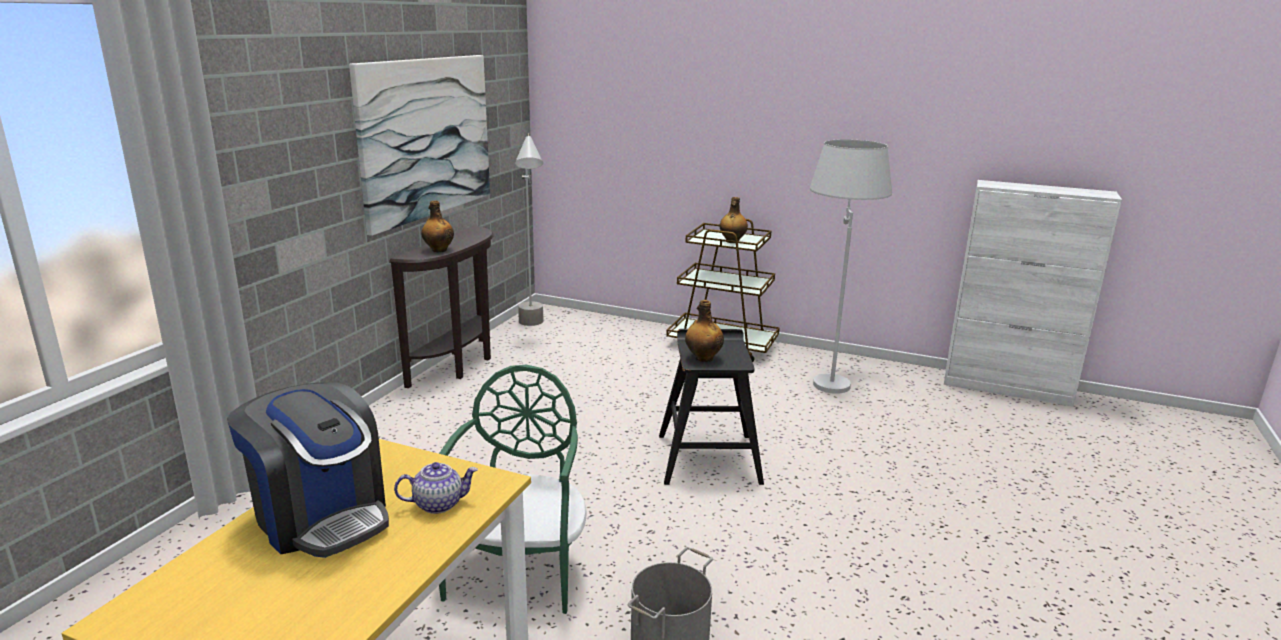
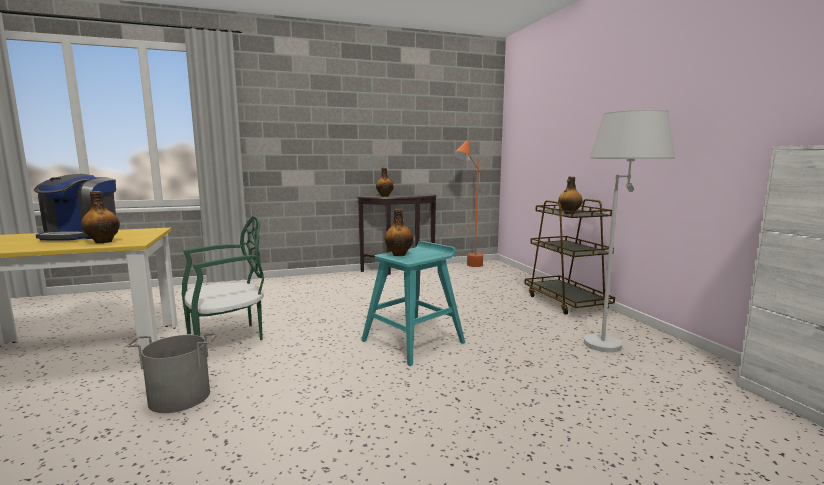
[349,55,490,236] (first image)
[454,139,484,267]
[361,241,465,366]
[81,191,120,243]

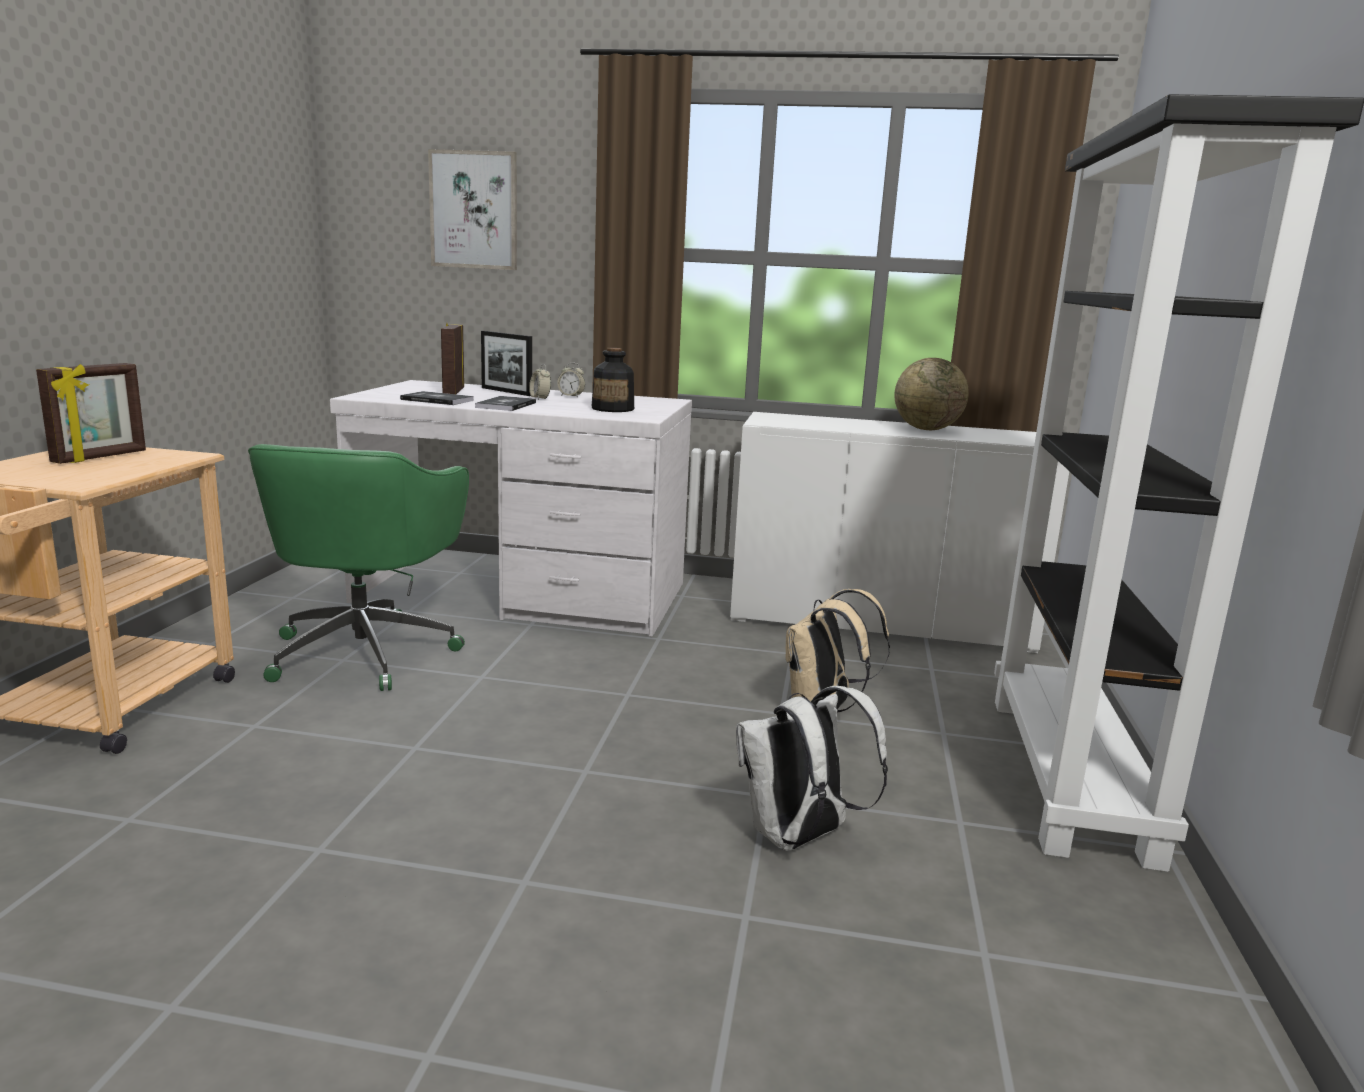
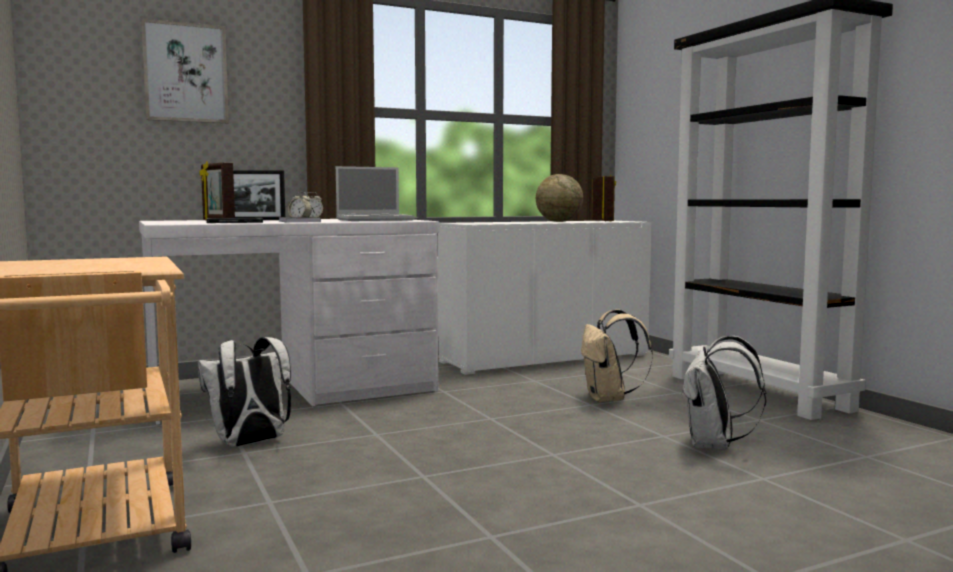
[336,166,415,221]
[592,175,616,222]
[197,337,291,447]

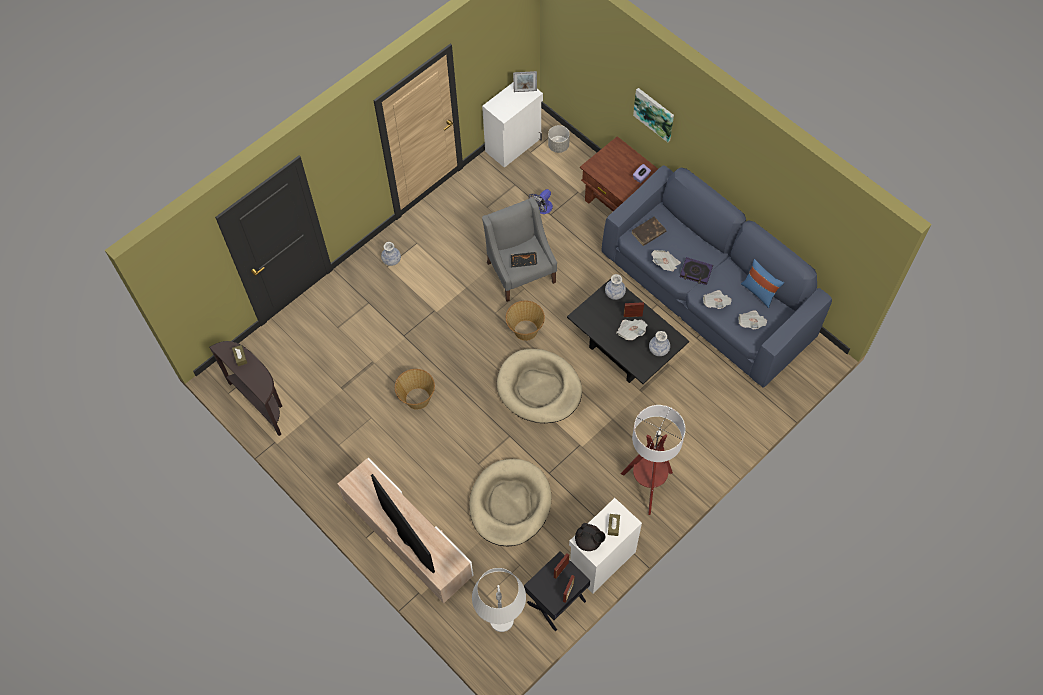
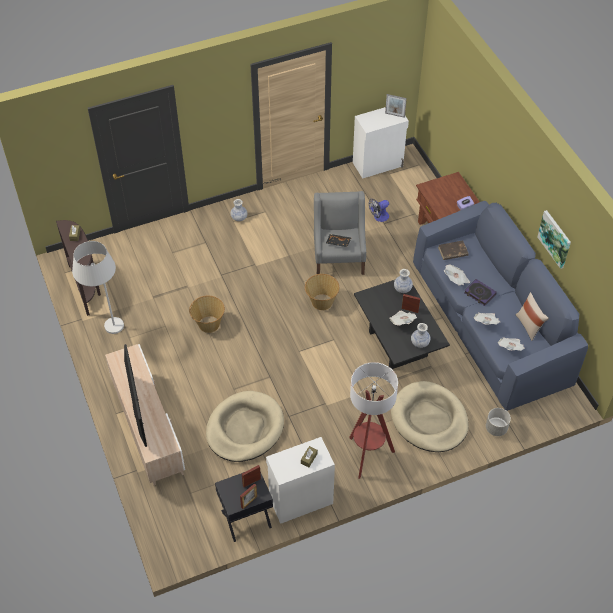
[537,210,571,269]
[486,408,511,436]
[516,292,549,341]
[391,381,469,452]
[575,523,606,551] (first image)
[72,241,124,334]

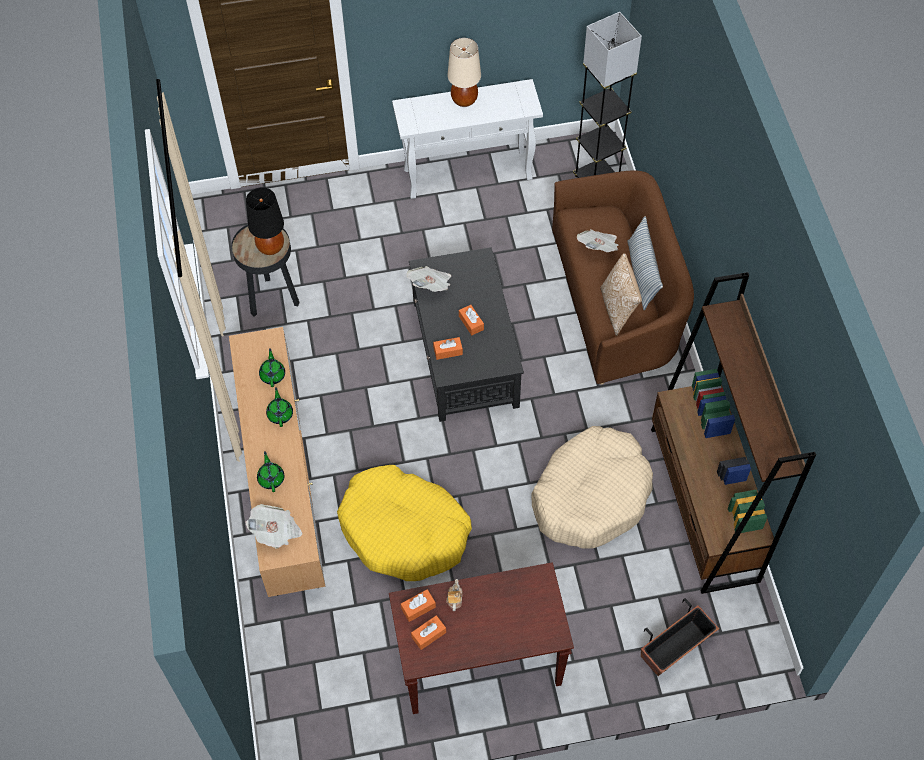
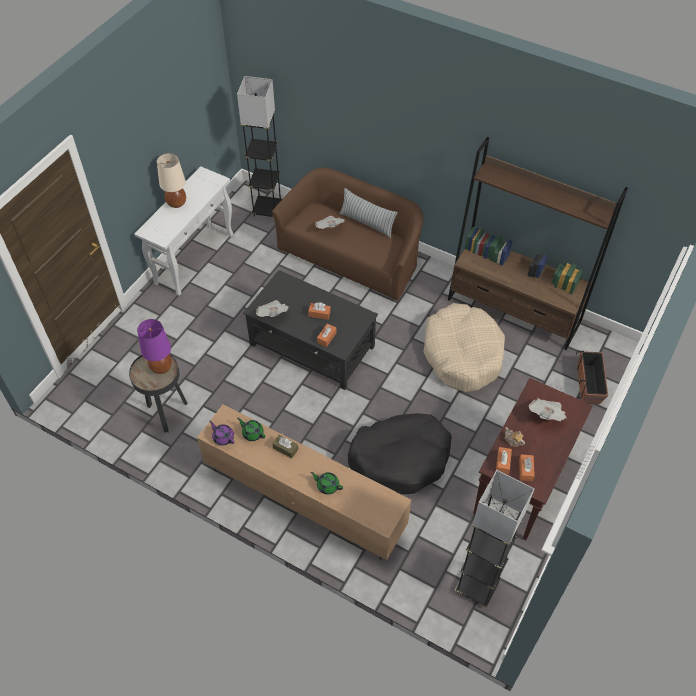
[137,319,172,374]
[600,253,642,336] (first image)
[272,435,298,458]
[348,413,452,494]
[529,398,567,421]
[209,421,234,446]
[455,470,534,608]

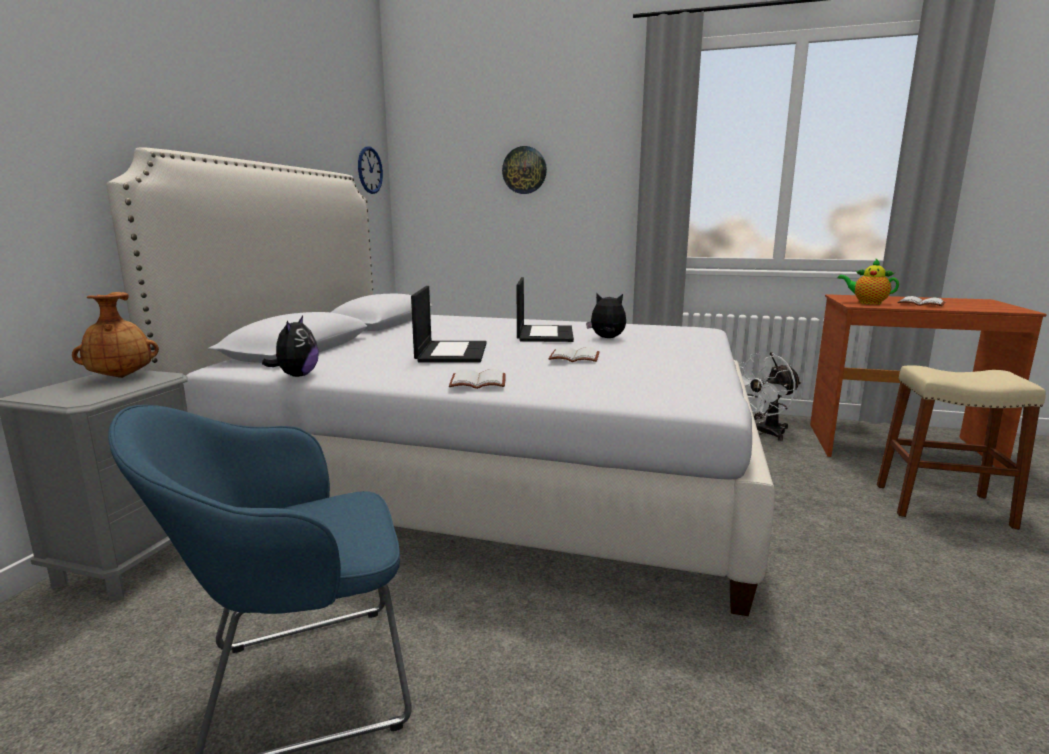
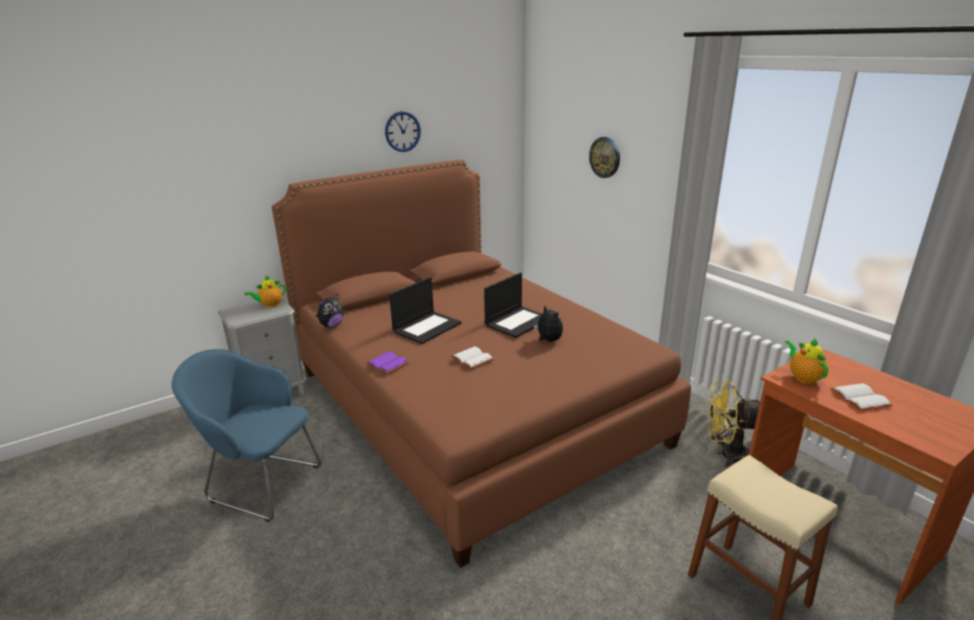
[385,111,421,152]
[272,160,691,568]
[244,275,286,308]
[707,382,760,468]
[366,351,409,374]

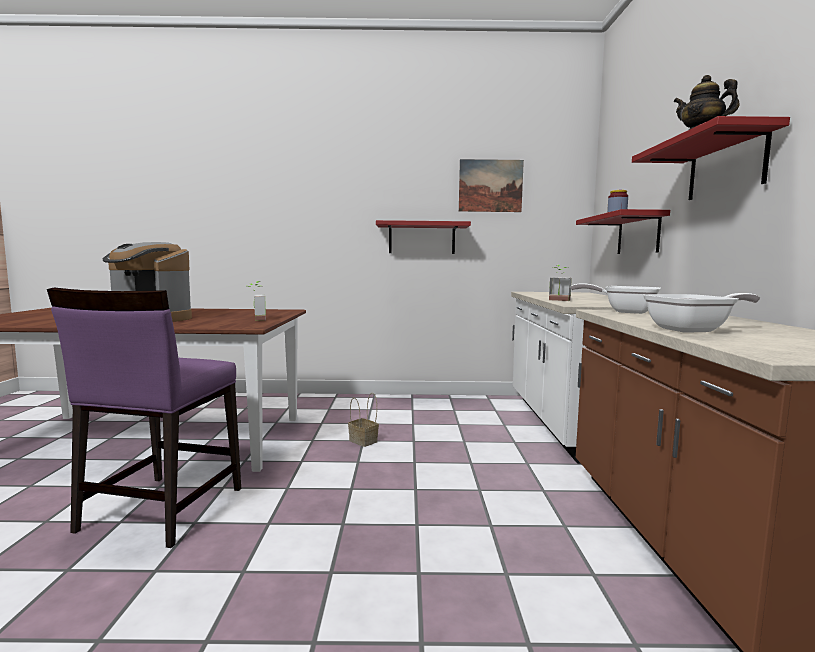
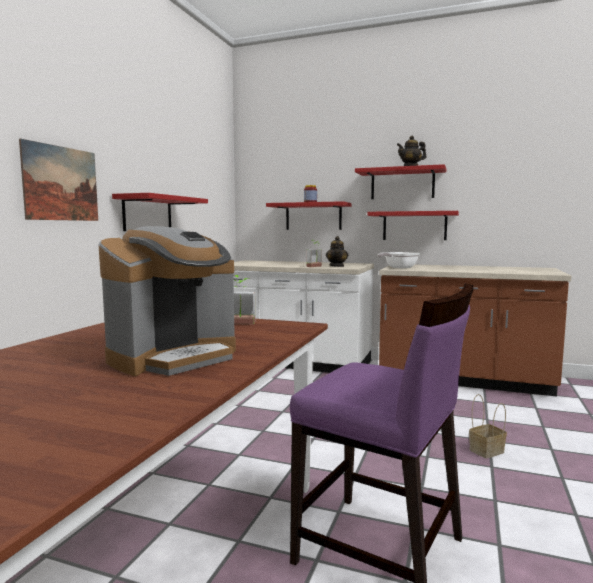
[19,139,98,221]
[643,293,760,333] (first image)
[469,394,507,458]
[368,211,459,240]
[326,236,348,267]

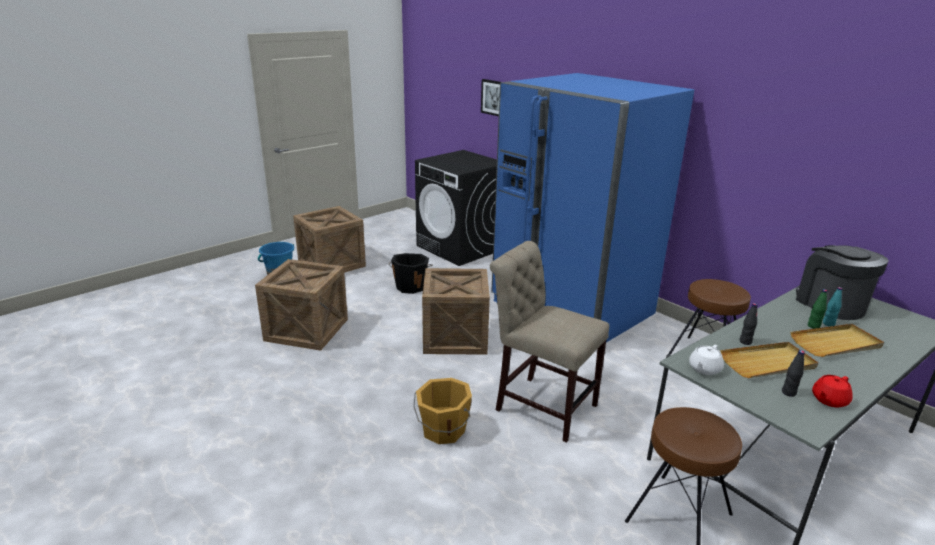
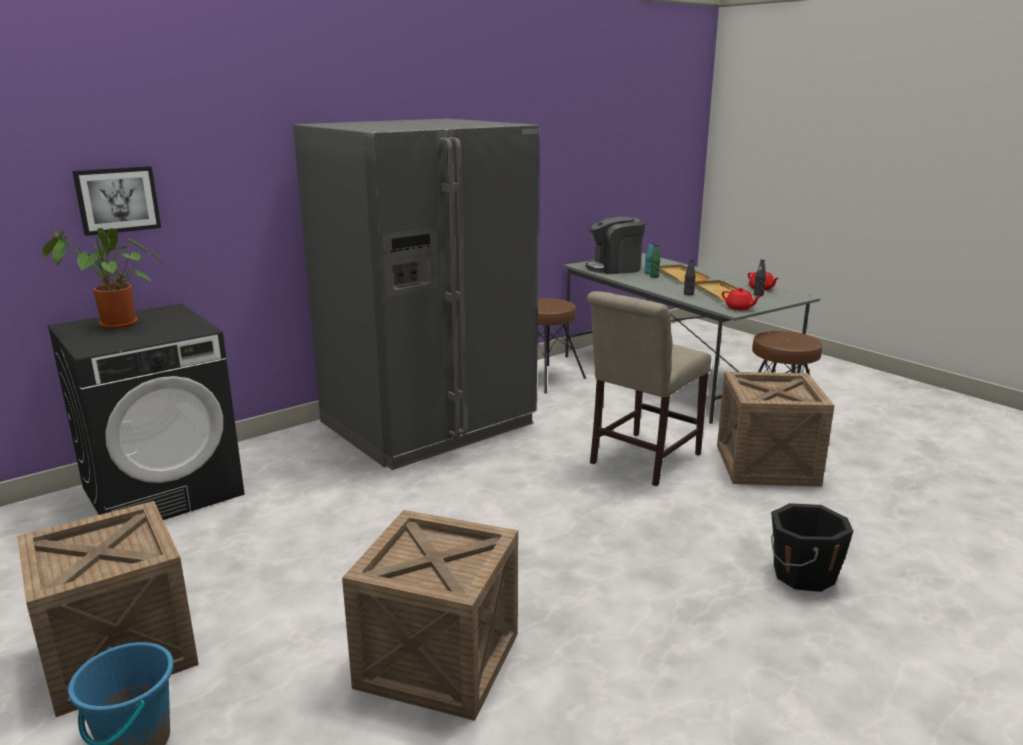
[293,119,540,470]
[771,503,853,592]
[717,372,835,487]
[722,288,762,310]
[413,378,472,444] (first image)
[43,228,162,329]

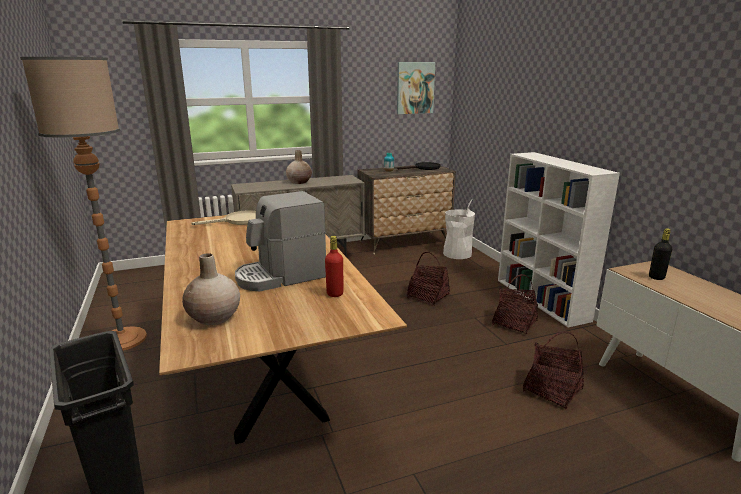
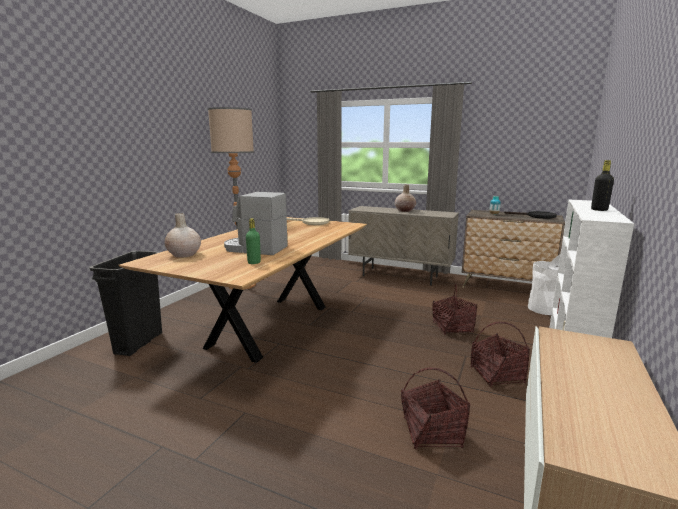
[397,62,435,114] (first image)
[591,160,614,211]
[246,218,261,264]

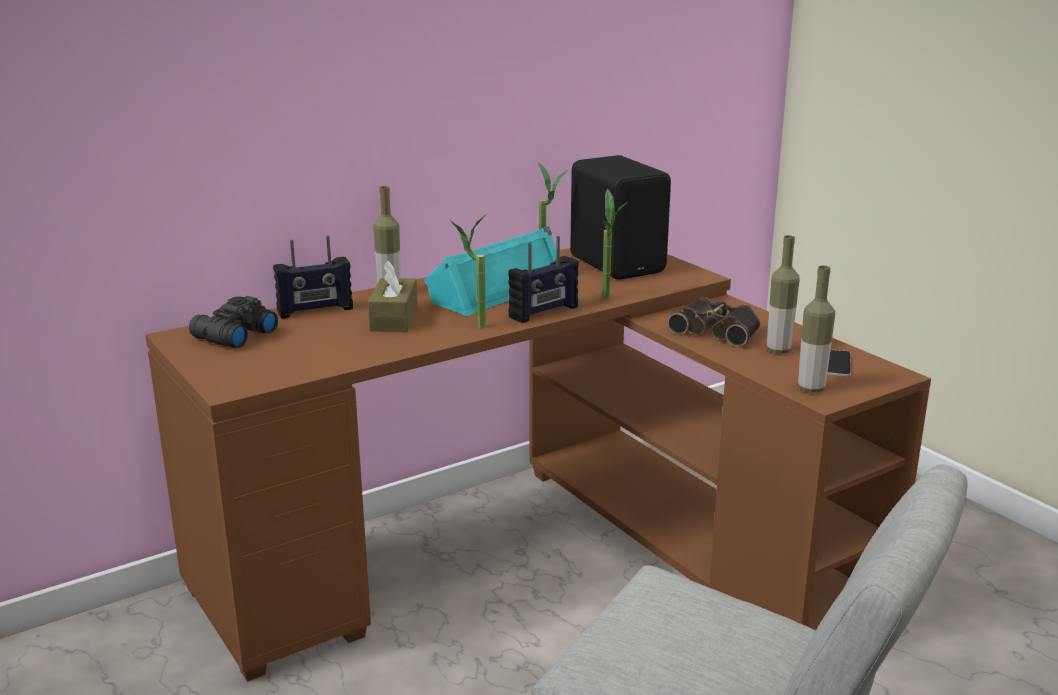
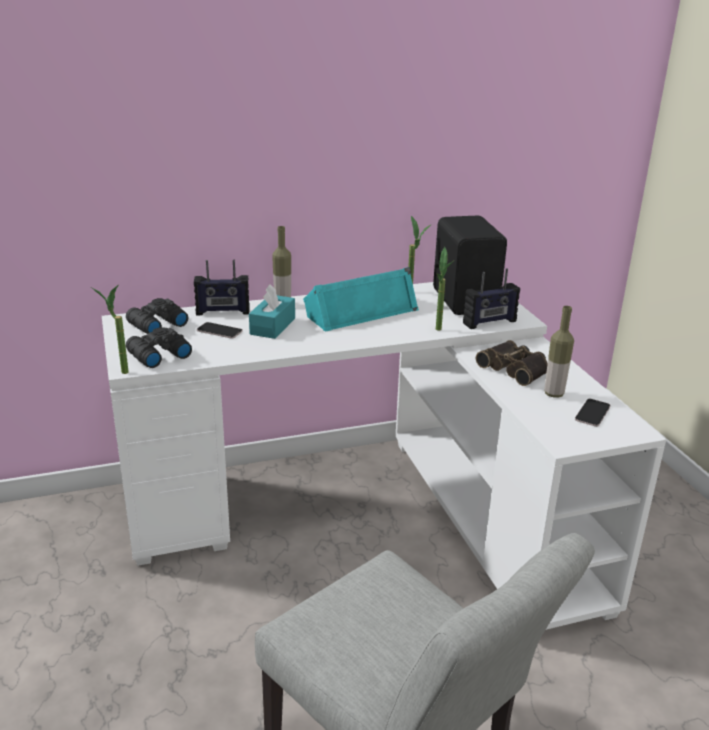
[91,284,129,374]
[463,269,520,329]
[102,282,666,630]
[249,285,295,339]
[798,266,835,392] (first image)
[197,322,243,339]
[126,327,192,368]

